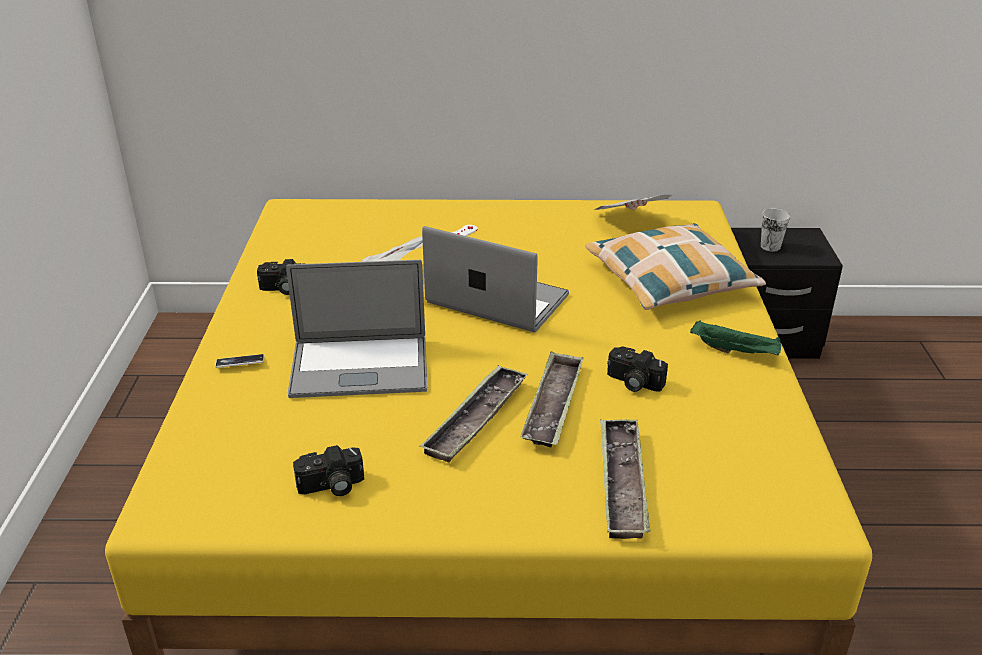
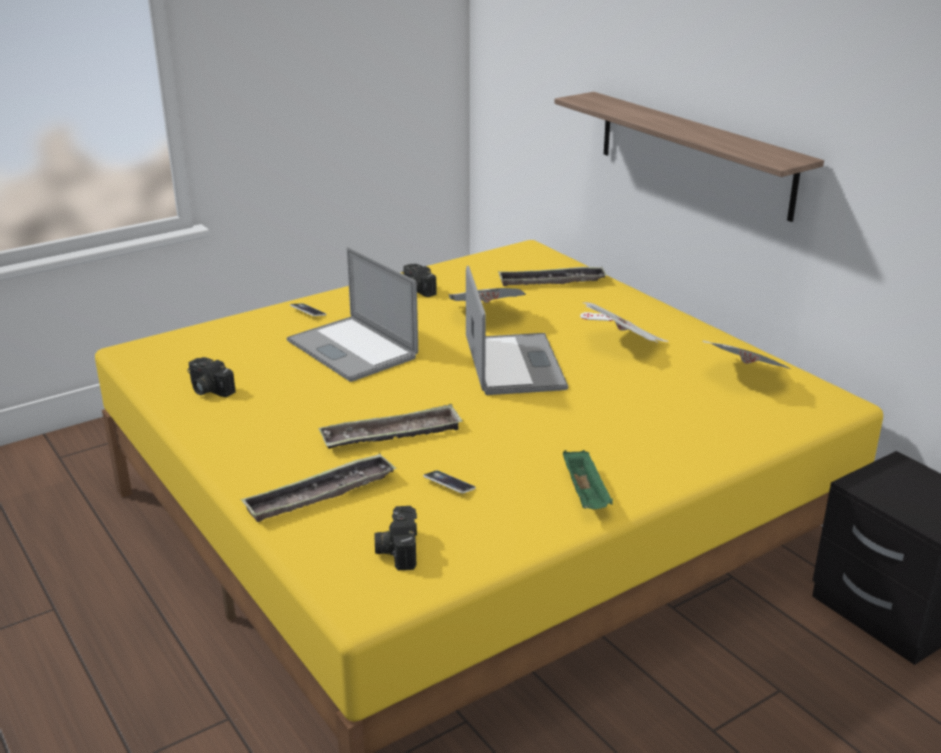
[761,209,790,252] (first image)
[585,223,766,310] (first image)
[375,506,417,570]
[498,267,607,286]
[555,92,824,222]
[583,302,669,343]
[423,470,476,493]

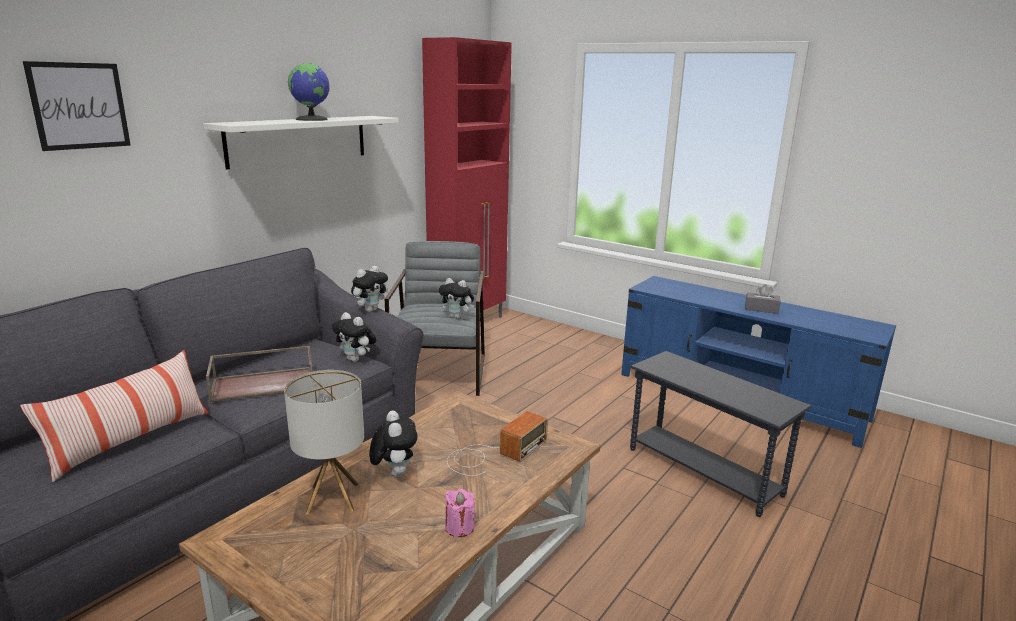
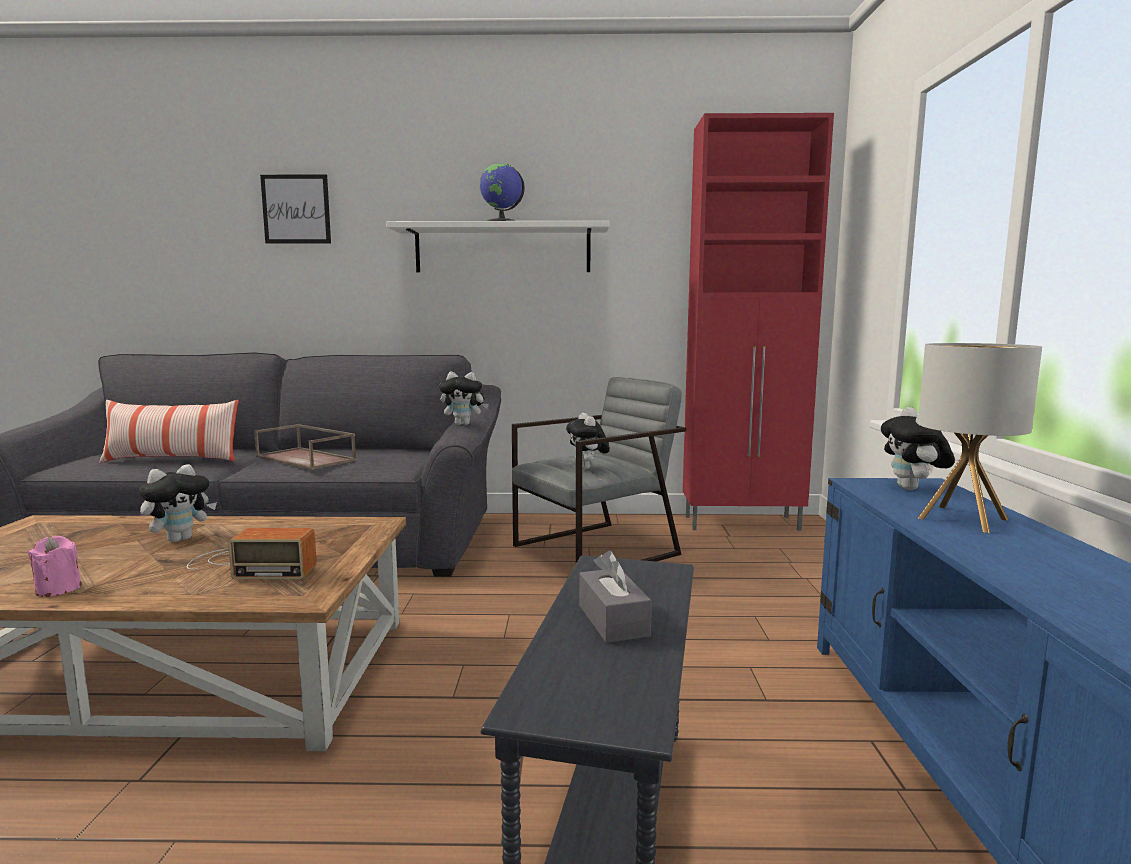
[579,551,652,643]
[881,407,955,490]
[918,343,1042,533]

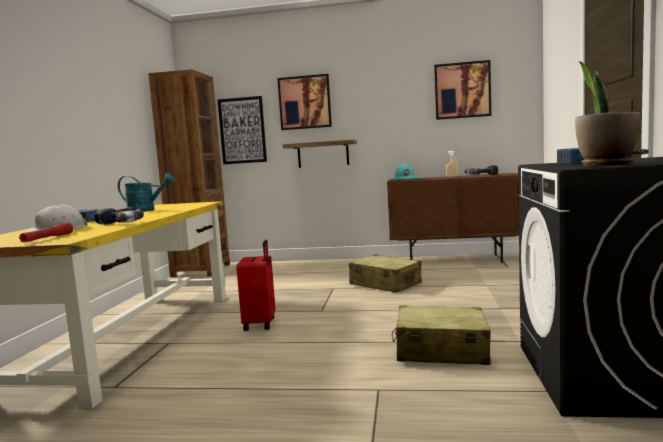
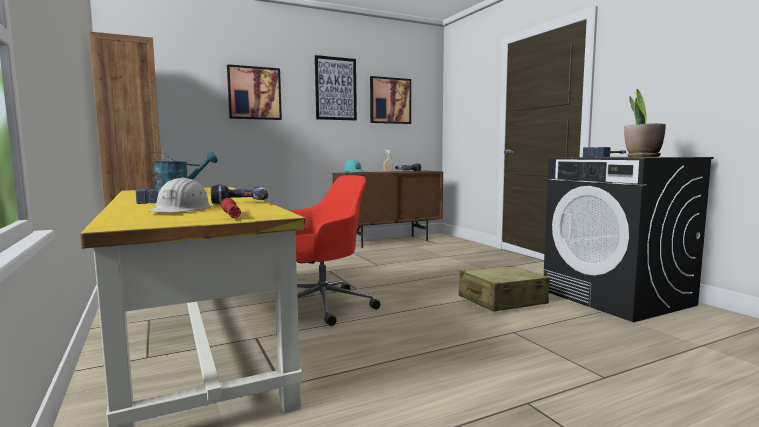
[315,55,357,121]
[283,139,357,168] (first image)
[291,175,380,326]
[349,254,422,293] (first image)

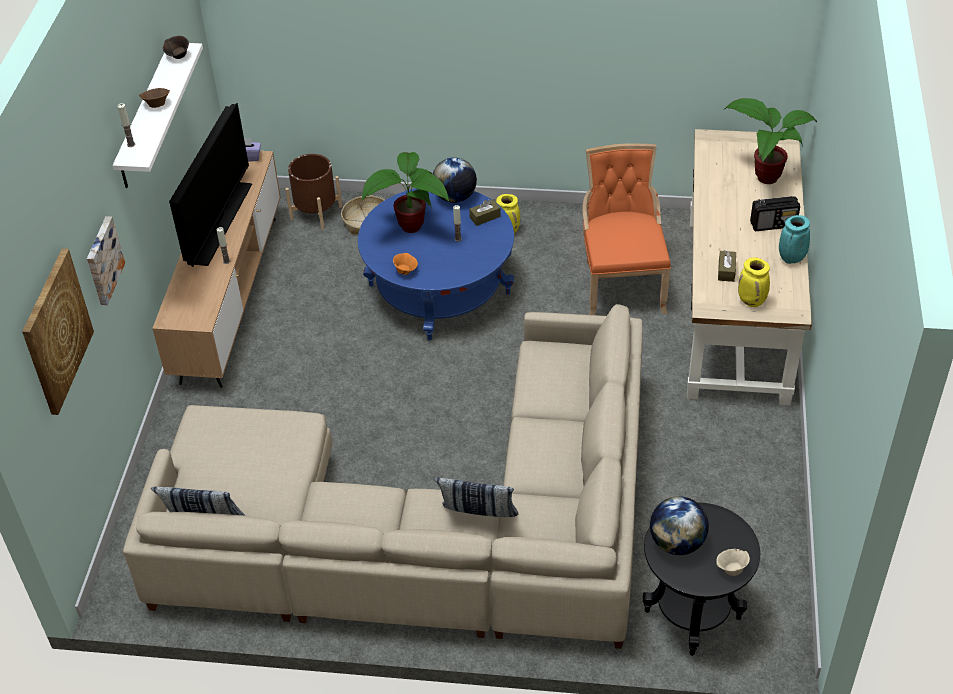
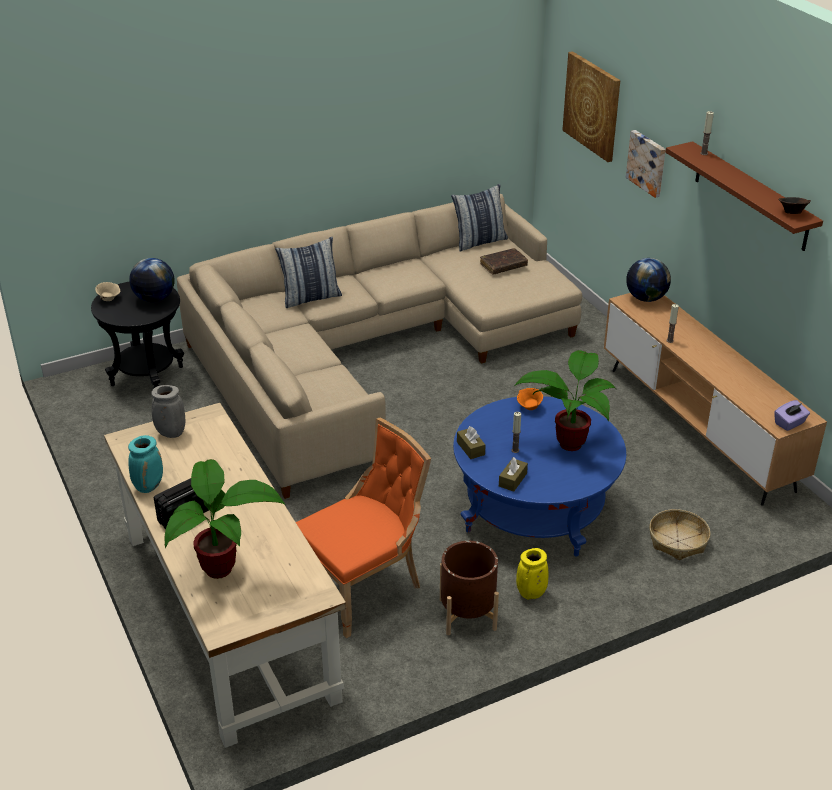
[665,141,823,251]
[139,88,170,108] (first image)
[169,103,252,267] (first image)
[296,418,431,638]
[440,541,499,635]
[626,258,671,302]
[457,426,485,459]
[151,385,185,438]
[480,248,528,274]

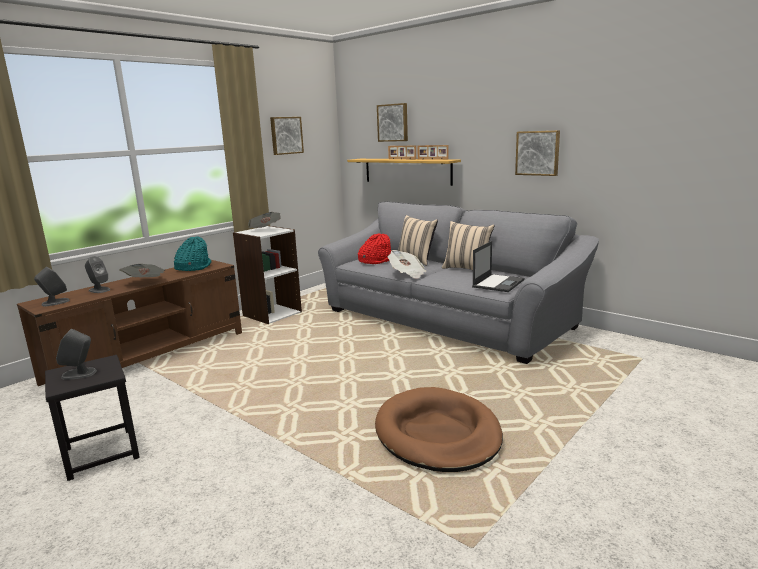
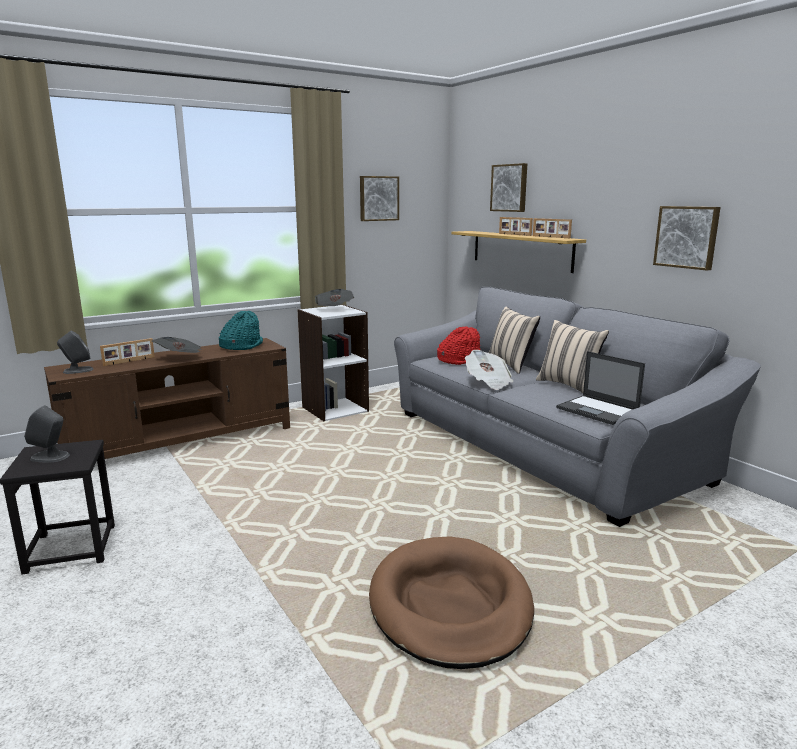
[556,351,645,425]
[100,338,155,366]

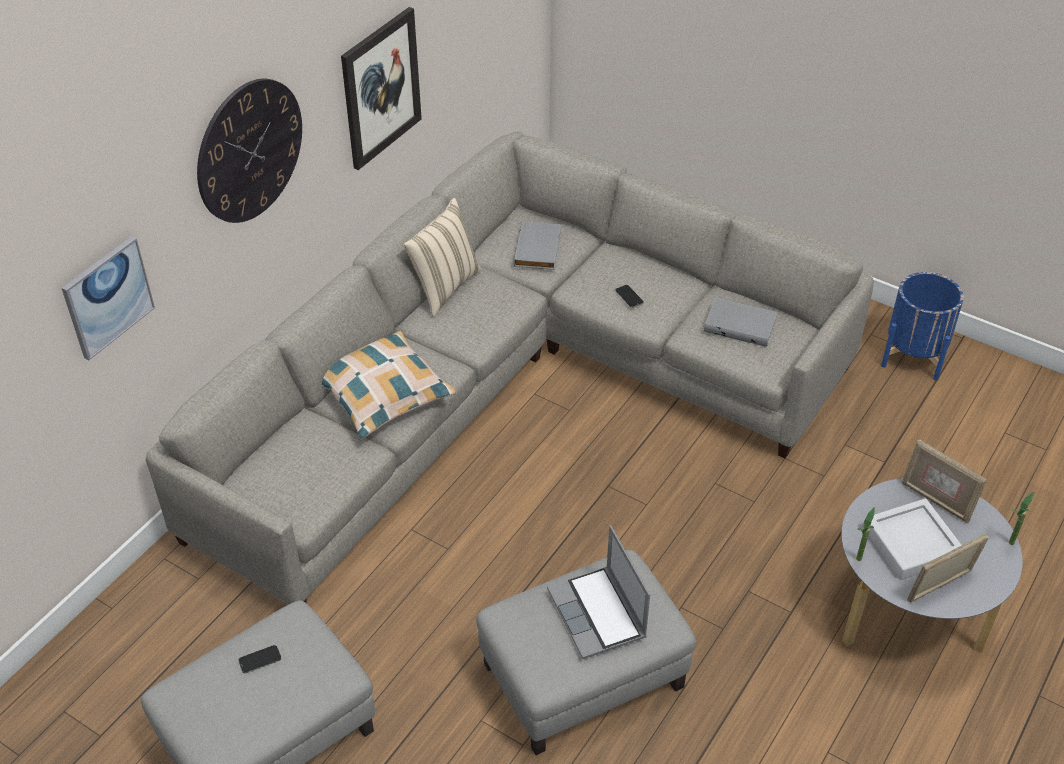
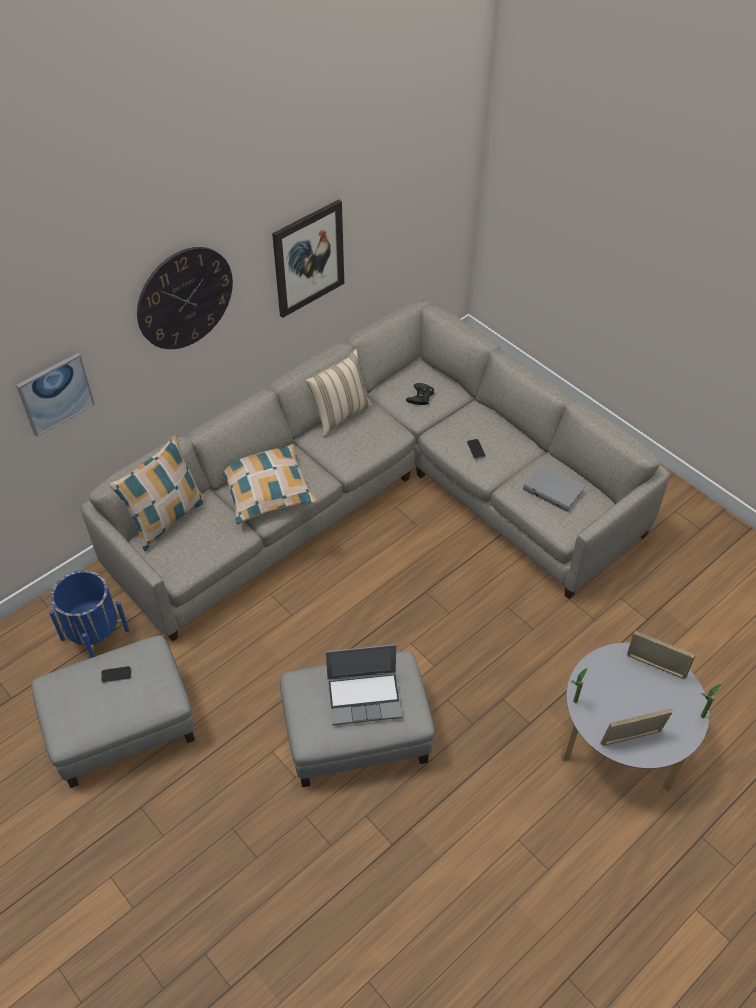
[406,383,434,405]
[49,570,129,658]
[627,631,695,679]
[863,498,961,580] (first image)
[326,644,402,725]
[109,435,206,551]

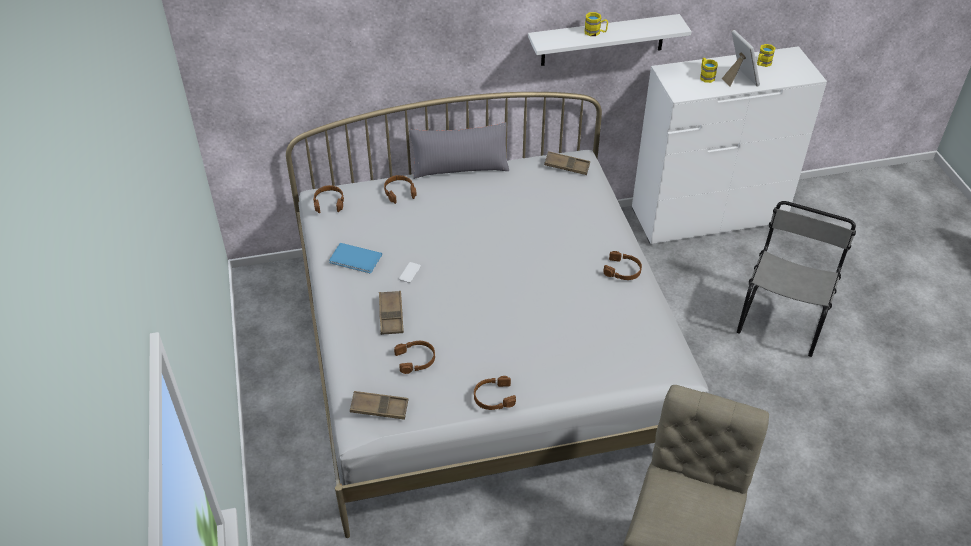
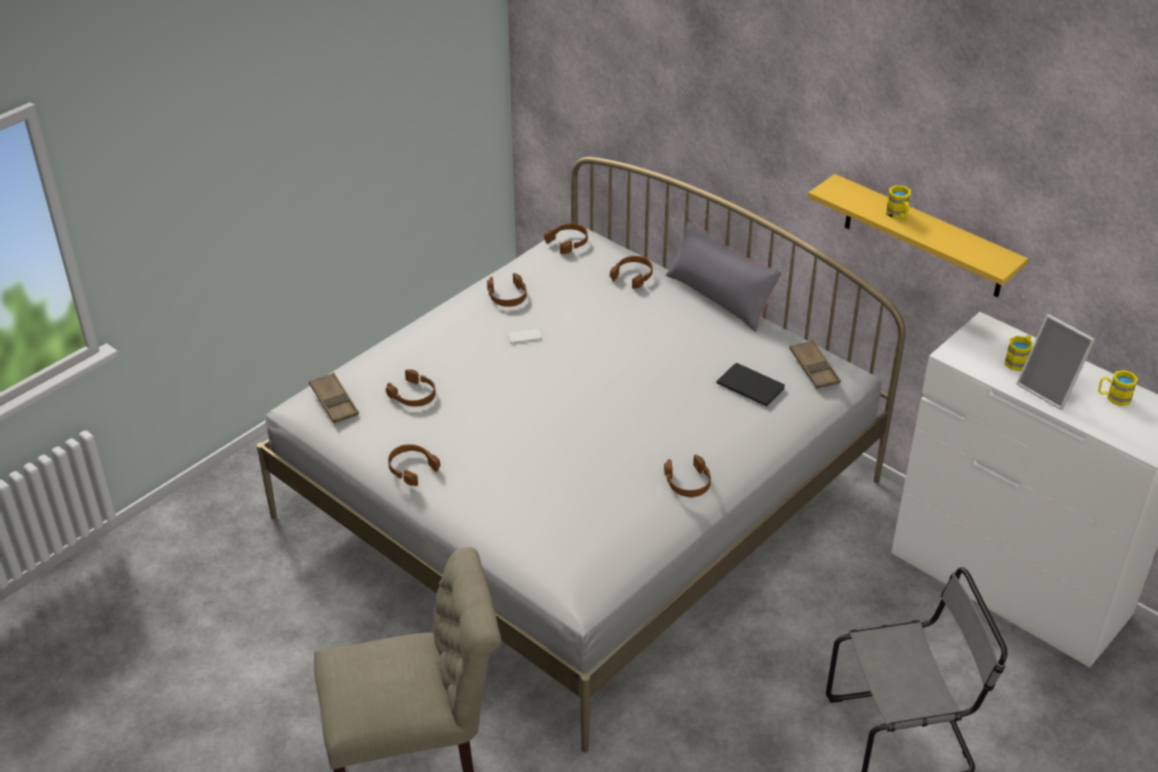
[808,174,1028,297]
[1016,314,1095,410]
[487,273,526,307]
[379,291,404,335] (first image)
[716,363,785,406]

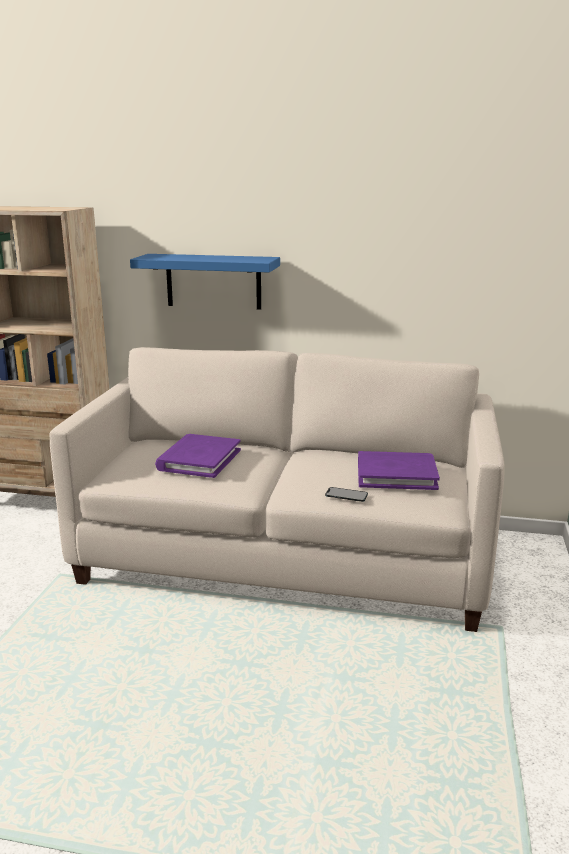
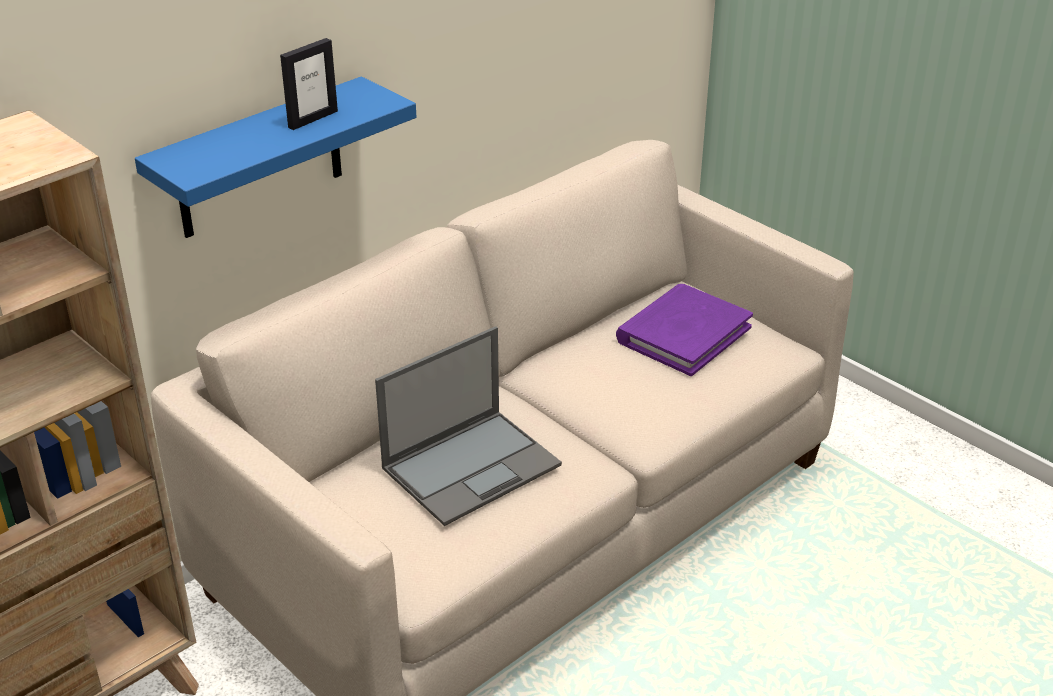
[375,326,562,526]
[325,487,368,502] (first image)
[280,38,338,130]

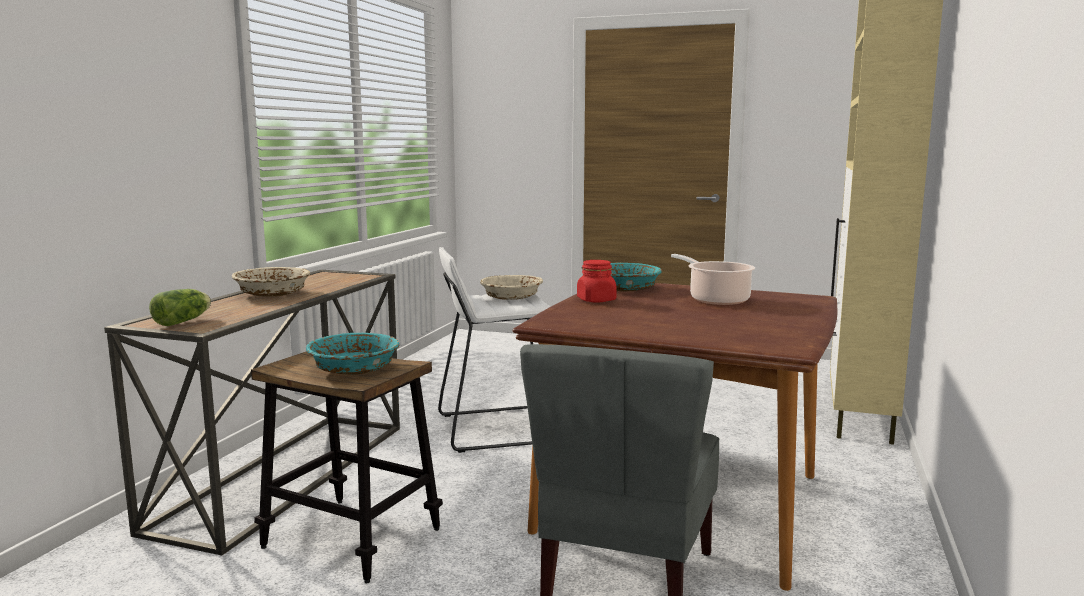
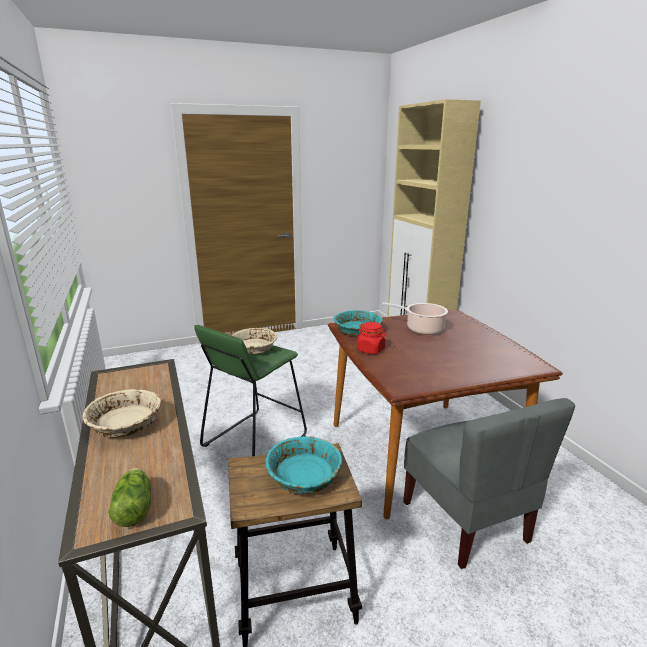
[194,325,307,456]

